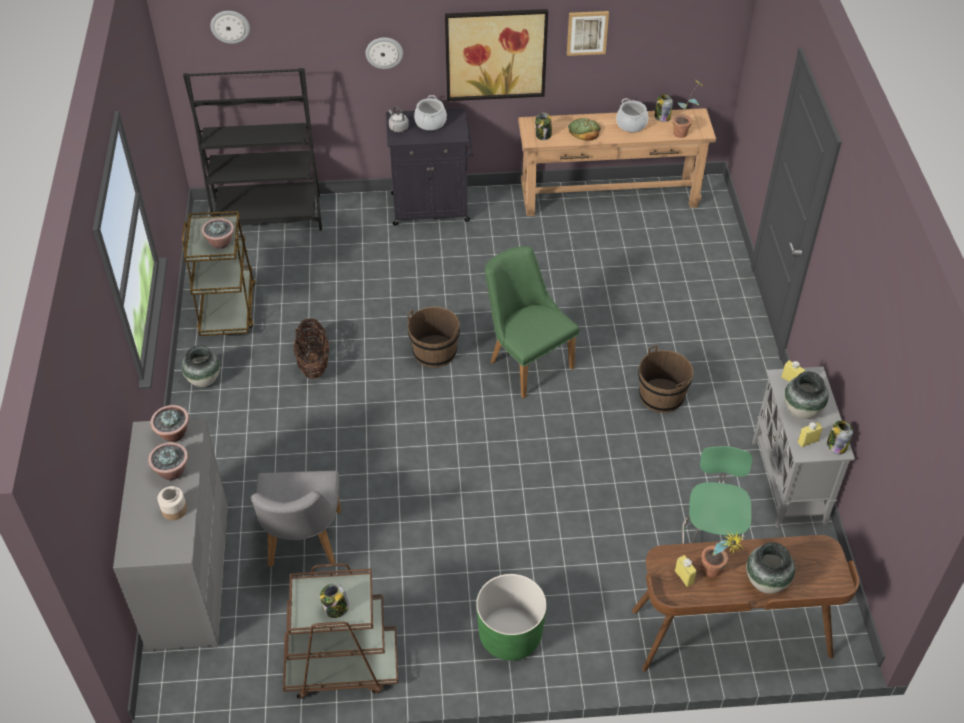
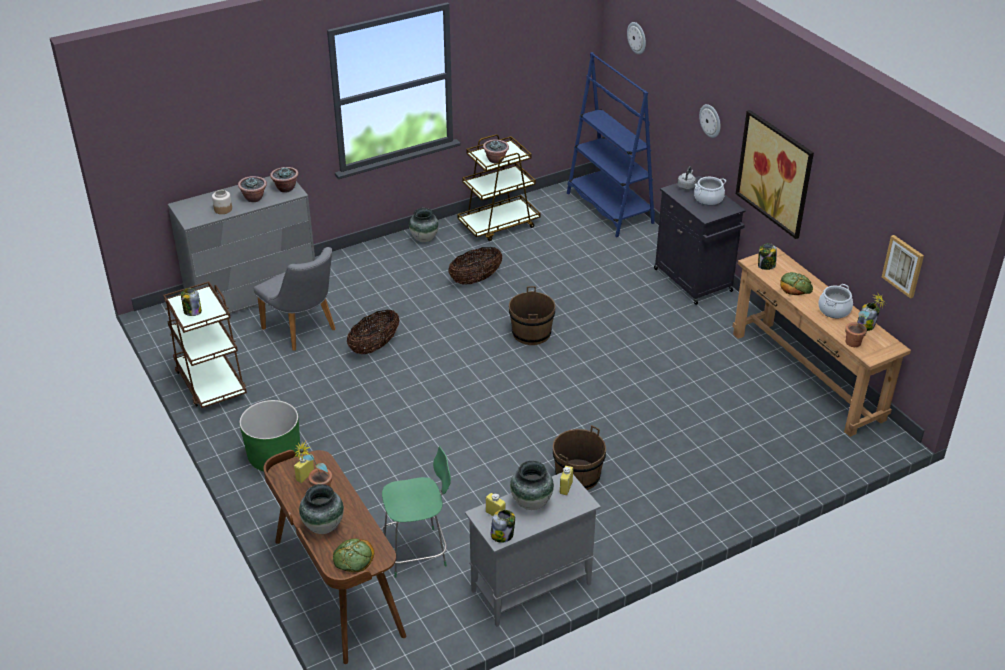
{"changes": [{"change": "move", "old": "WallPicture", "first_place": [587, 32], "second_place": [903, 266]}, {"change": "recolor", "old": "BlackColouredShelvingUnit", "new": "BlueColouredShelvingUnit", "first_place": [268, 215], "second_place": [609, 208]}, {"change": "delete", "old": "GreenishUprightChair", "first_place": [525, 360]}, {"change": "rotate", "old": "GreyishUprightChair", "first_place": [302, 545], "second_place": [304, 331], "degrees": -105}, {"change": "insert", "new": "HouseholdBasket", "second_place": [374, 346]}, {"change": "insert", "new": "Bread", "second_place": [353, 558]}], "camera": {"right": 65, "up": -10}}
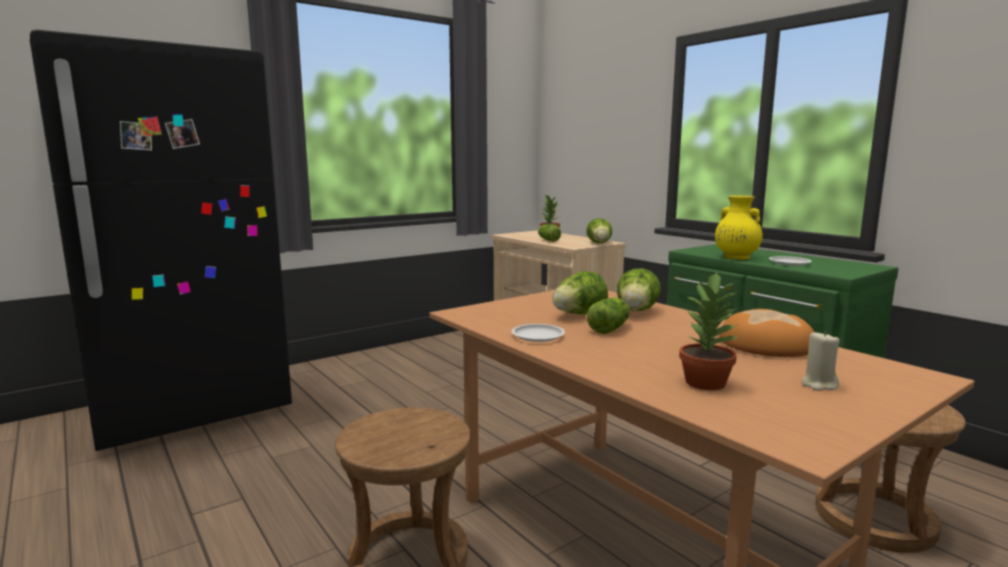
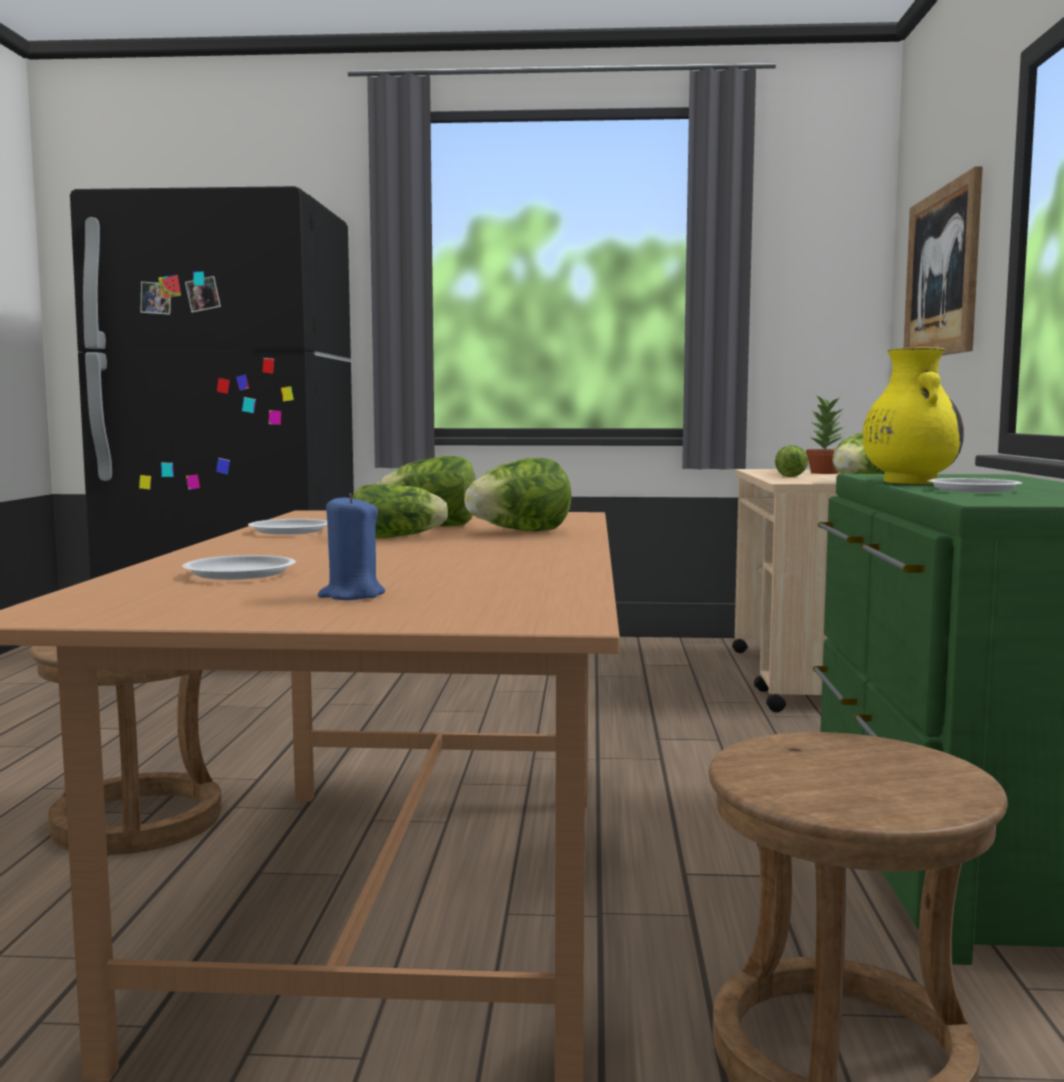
{"changes": [{"change": "replace", "old": "Houseplant", "new": "WhiteColouredDinnerPlate", "first_place": [706, 383], "second_place": [241, 574]}, {"change": "delete", "old": "Bread", "first_place": [765, 344]}, {"change": "recolor", "old": "BeigeWaxLight", "new": "BlueColouredWaxLight", "first_place": [819, 385], "second_place": [351, 596]}, {"change": "insert", "new": "WallPicture", "second_place": [942, 273]}], "camera": {"right": 40, "up": -5}}
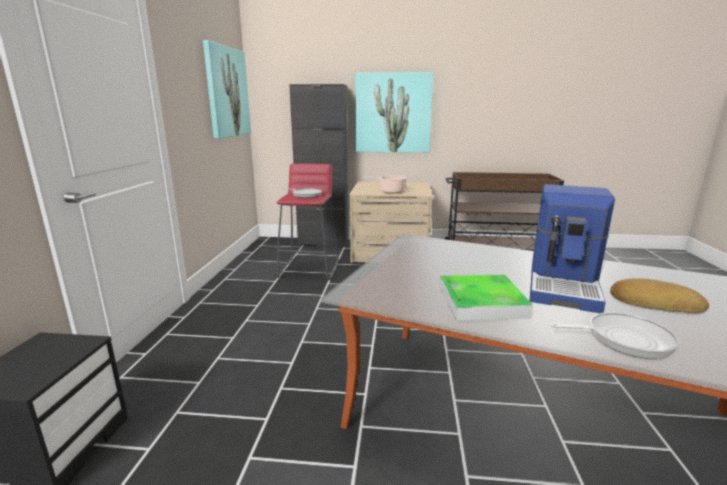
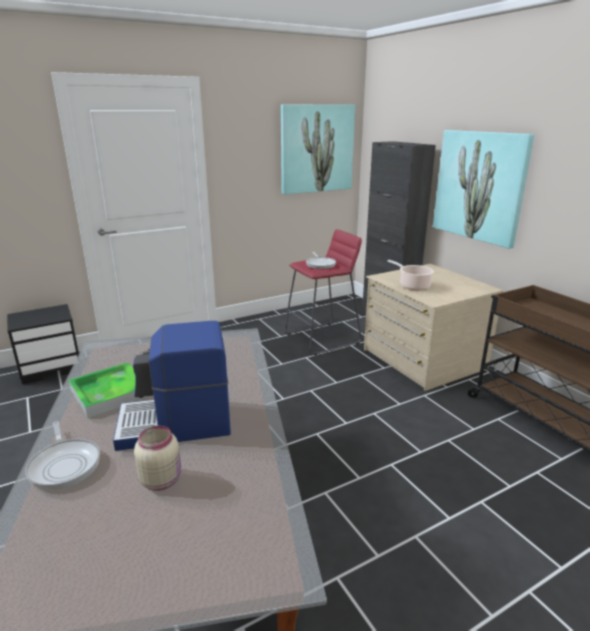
{"changes": [{"change": "replace", "old": "Bread", "new": "BeigePreserveJar", "first_place": [654, 302], "second_place": [162, 479]}], "camera": {"right": 55, "up": 5}}
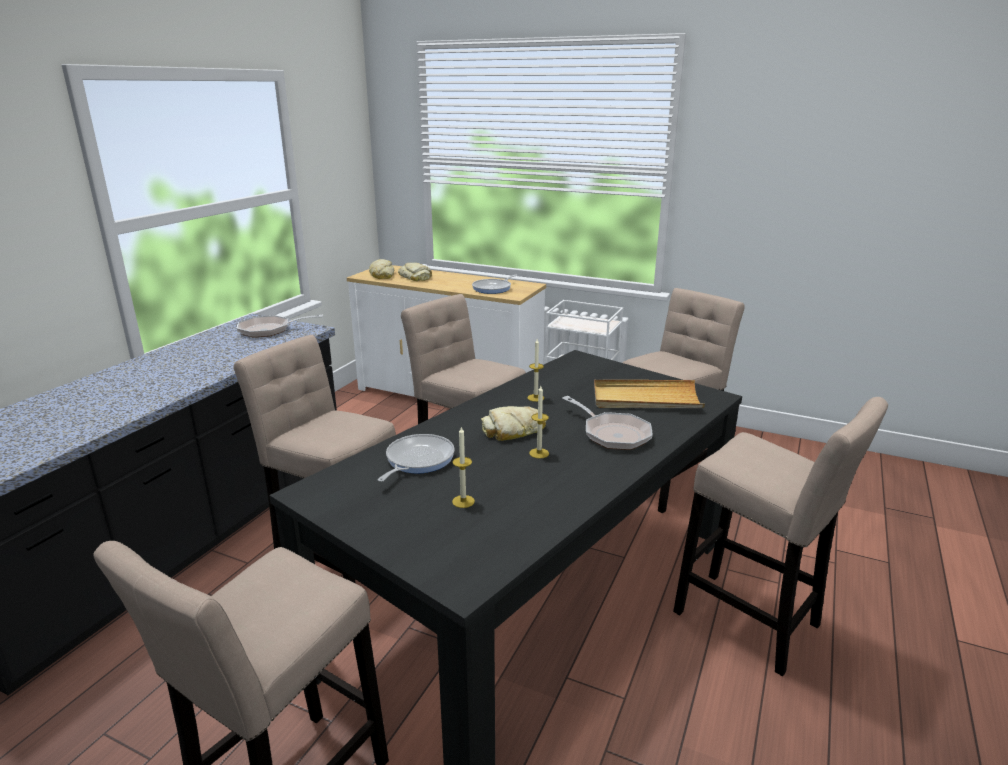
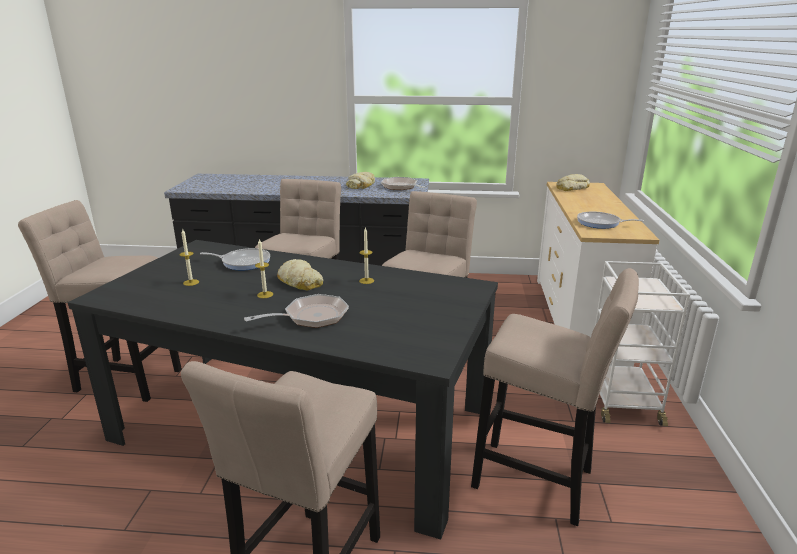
{"changes": [{"change": "move", "old": "Bread", "first_place": [415, 277], "second_place": [362, 185]}, {"change": "delete", "old": "BeigeTray", "first_place": [645, 399]}, {"change": "rotate", "old": "Pan", "first_place": [612, 434], "second_place": [311, 317], "degrees": -150}], "camera": {"right": 70, "up": 0}}
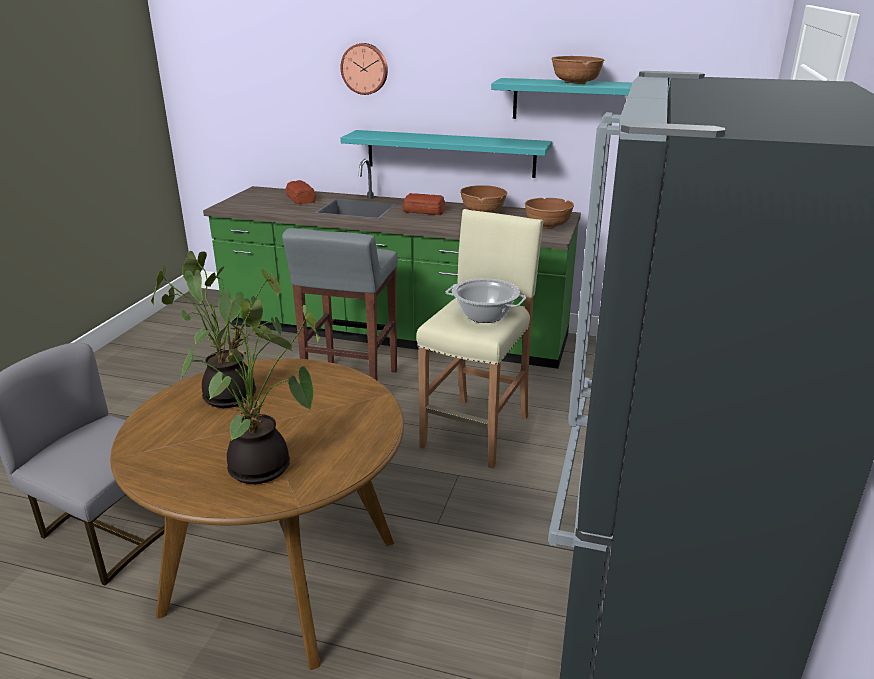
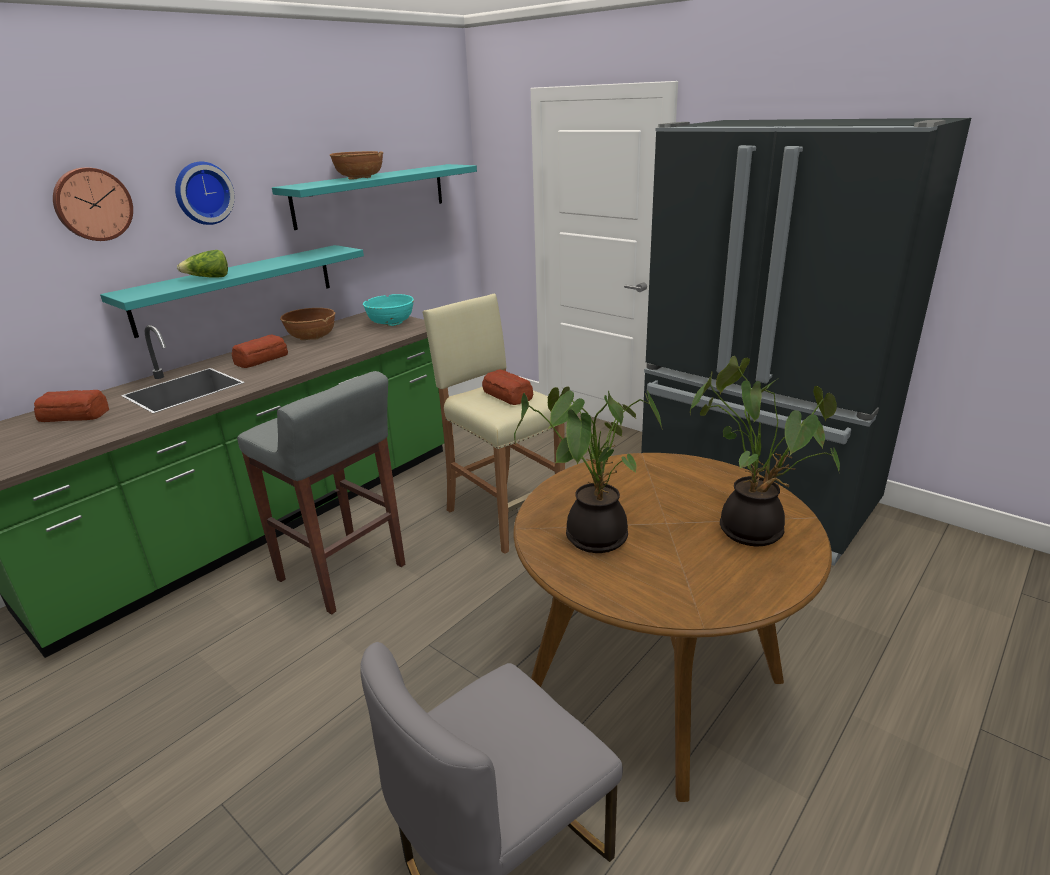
{"changes": [{"change": "recolor", "old": "BrownColouredServingBowl", "new": "BlueGreenServingBowl", "first_place": [547, 225], "second_place": [391, 323]}, {"change": "replace", "old": "Stockpot", "new": "Bread", "first_place": [484, 315], "second_place": [507, 395]}, {"change": "insert", "new": "ClockOnTheWall", "second_place": [203, 193]}, {"change": "insert", "new": "Lettuce", "second_place": [208, 278]}], "camera": {"right": -65, "up": 0}}
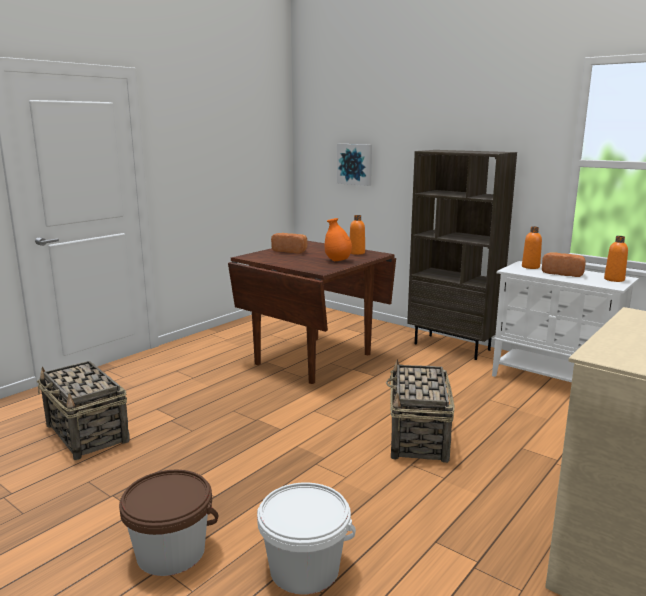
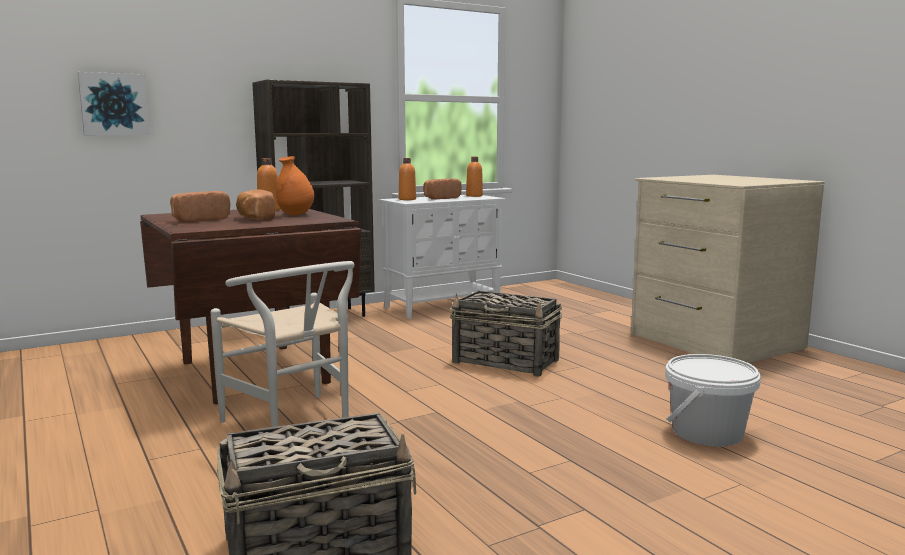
{"changes": [{"change": "delete", "old": "BrownColouredBucket", "first_place": [171, 552]}, {"change": "insert", "new": "Bread", "second_place": [254, 219]}, {"change": "insert", "new": "WhiteColouredUprightChair", "second_place": [295, 423]}], "camera": {"right": -70, "up": -5}}
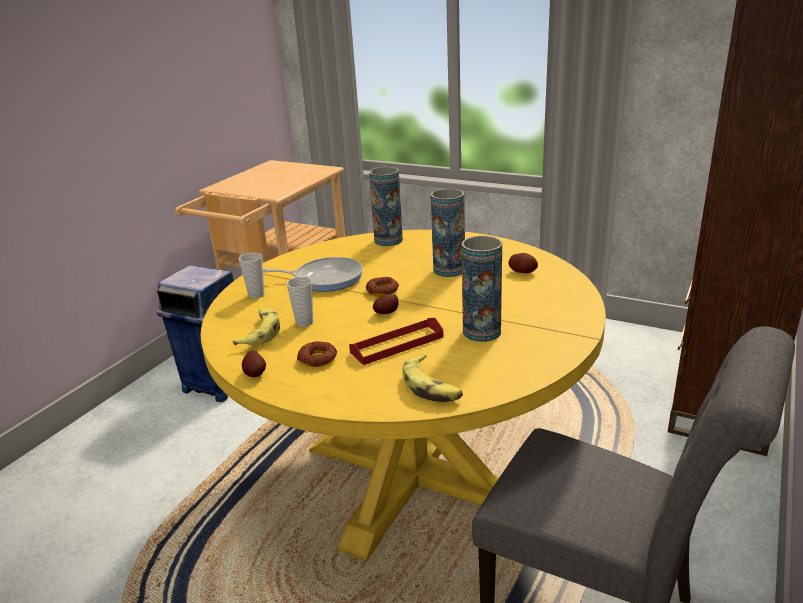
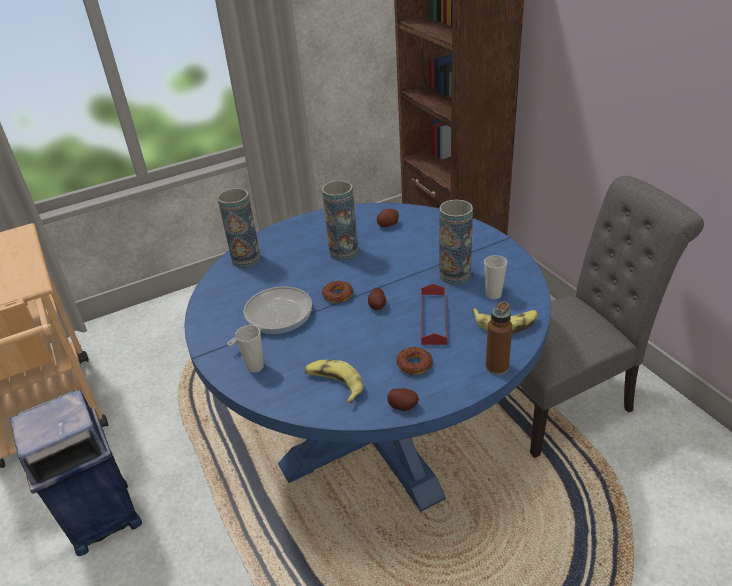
{"changes": [{"change": "recolor", "old": "YellowDiningTable", "new": "BlueColouredDiningTable", "first_place": [411, 474], "second_place": [377, 431]}, {"change": "move", "old": "DrinkingCup", "first_place": [304, 322], "second_place": [493, 294]}, {"change": "insert", "new": "BrownColouredBeverageBottle", "second_place": [497, 367]}], "camera": {"right": -55, "up": 10}}
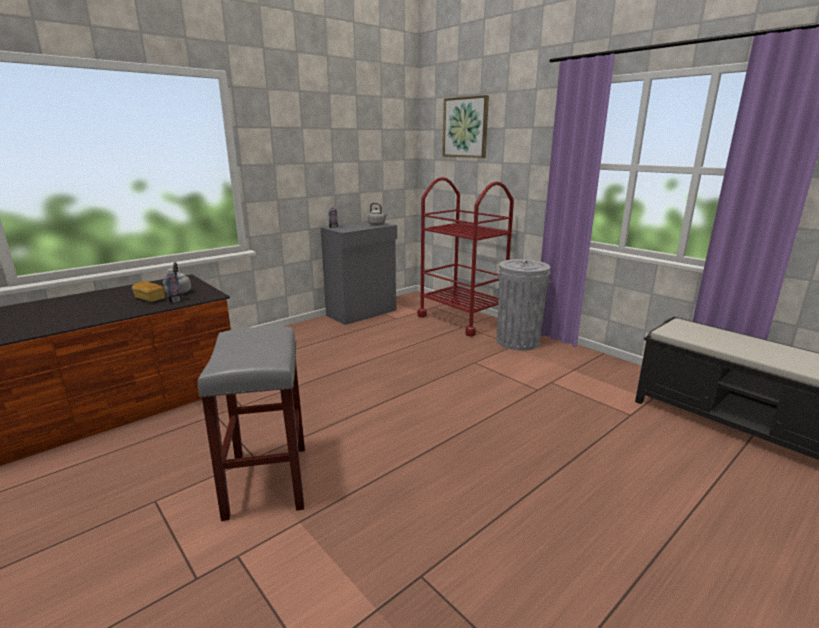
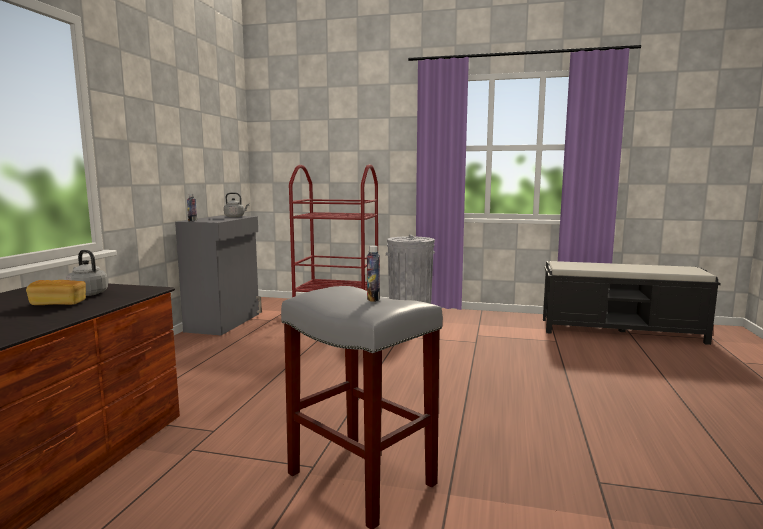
{"changes": [{"change": "delete", "old": "WallPicture", "first_place": [465, 127]}, {"change": "move", "old": "BeverageBottle", "first_place": [175, 301], "second_place": [373, 299]}], "camera": {"right": -35, "up": -10}}
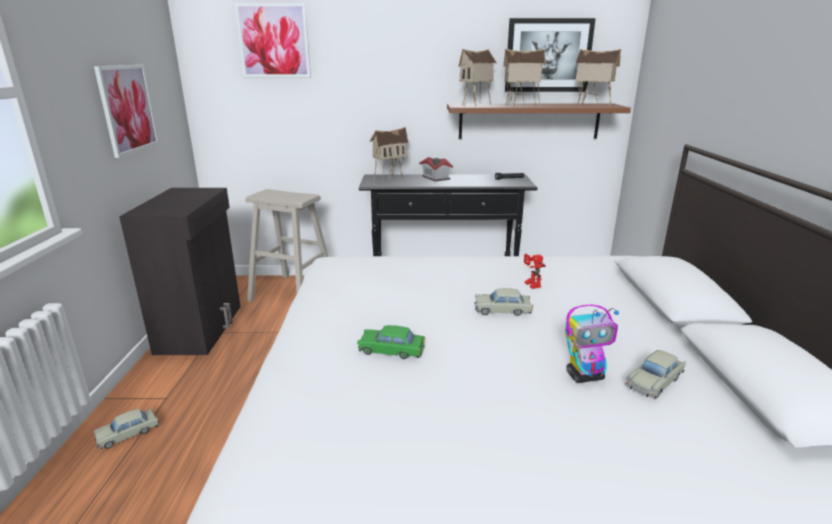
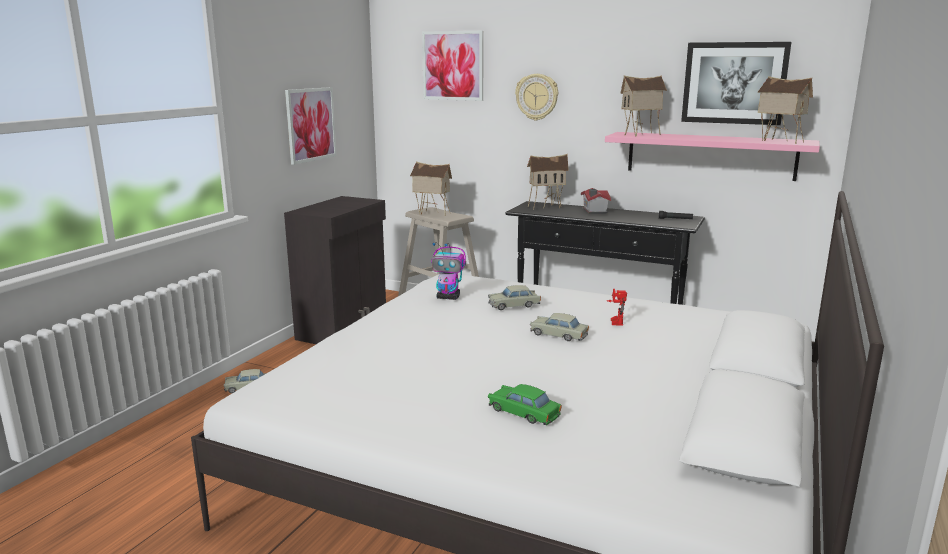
{"changes": [{"change": "move", "old": "ModelHouse", "first_place": [521, 105], "second_place": [431, 213]}, {"change": "recolor", "old": "BrownColouredWallShelf", "new": "PinkColouredWallShelf", "first_place": [529, 121], "second_place": [710, 155]}, {"change": "move", "old": "RobotFigure", "first_place": [585, 376], "second_place": [448, 297]}, {"change": "move", "old": "GreenishToyCar", "first_place": [391, 350], "second_place": [523, 413]}, {"change": "move", "old": "BeigeToyCar", "first_place": [654, 382], "second_place": [514, 305]}, {"change": "insert", "new": "ClockOnTheWall", "second_place": [537, 97]}], "camera": {"right": 25, "up": -5}}
